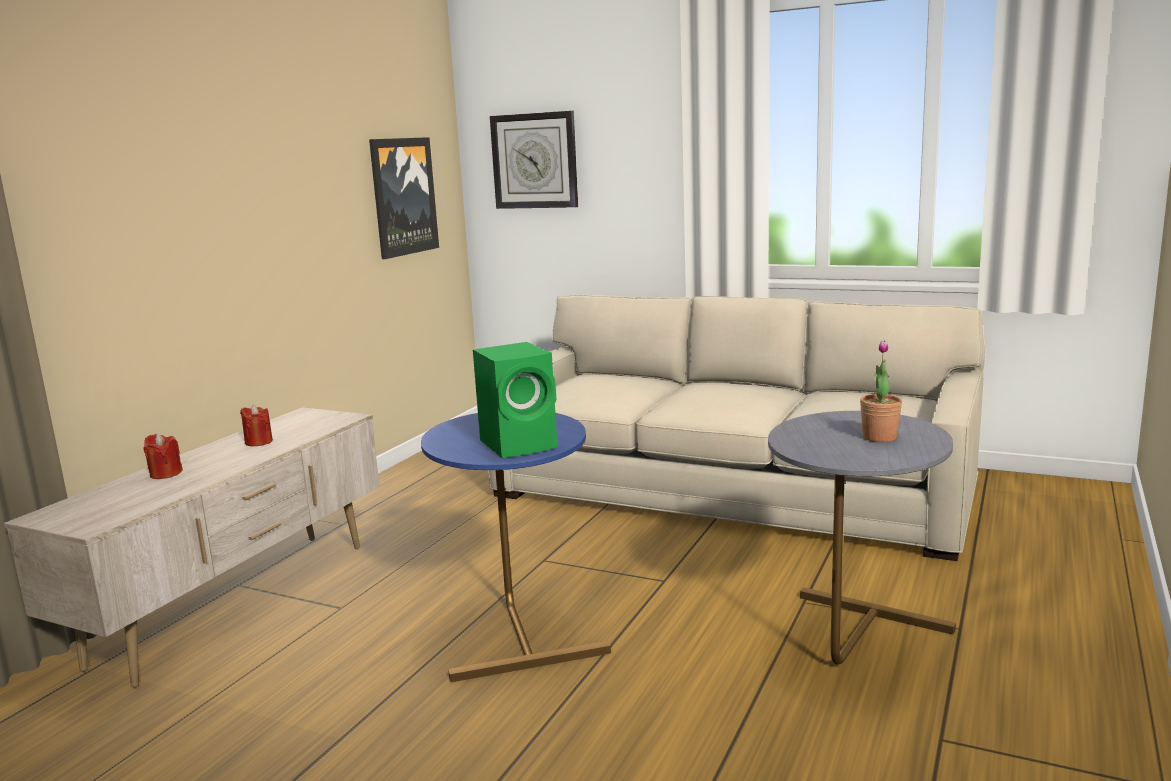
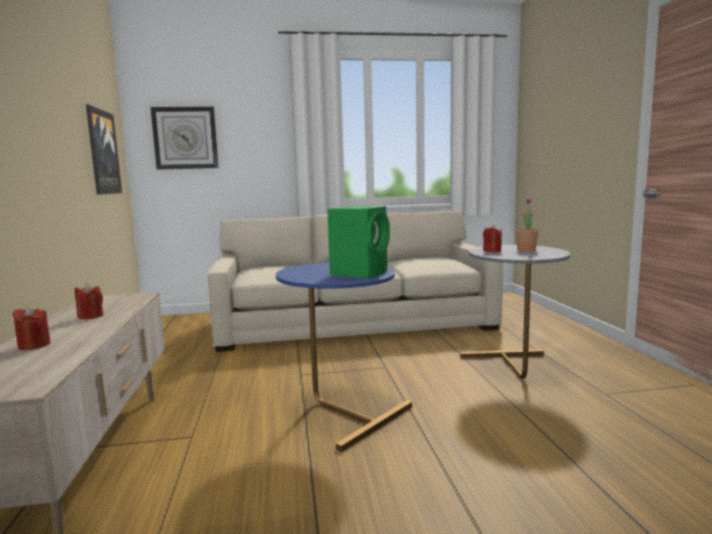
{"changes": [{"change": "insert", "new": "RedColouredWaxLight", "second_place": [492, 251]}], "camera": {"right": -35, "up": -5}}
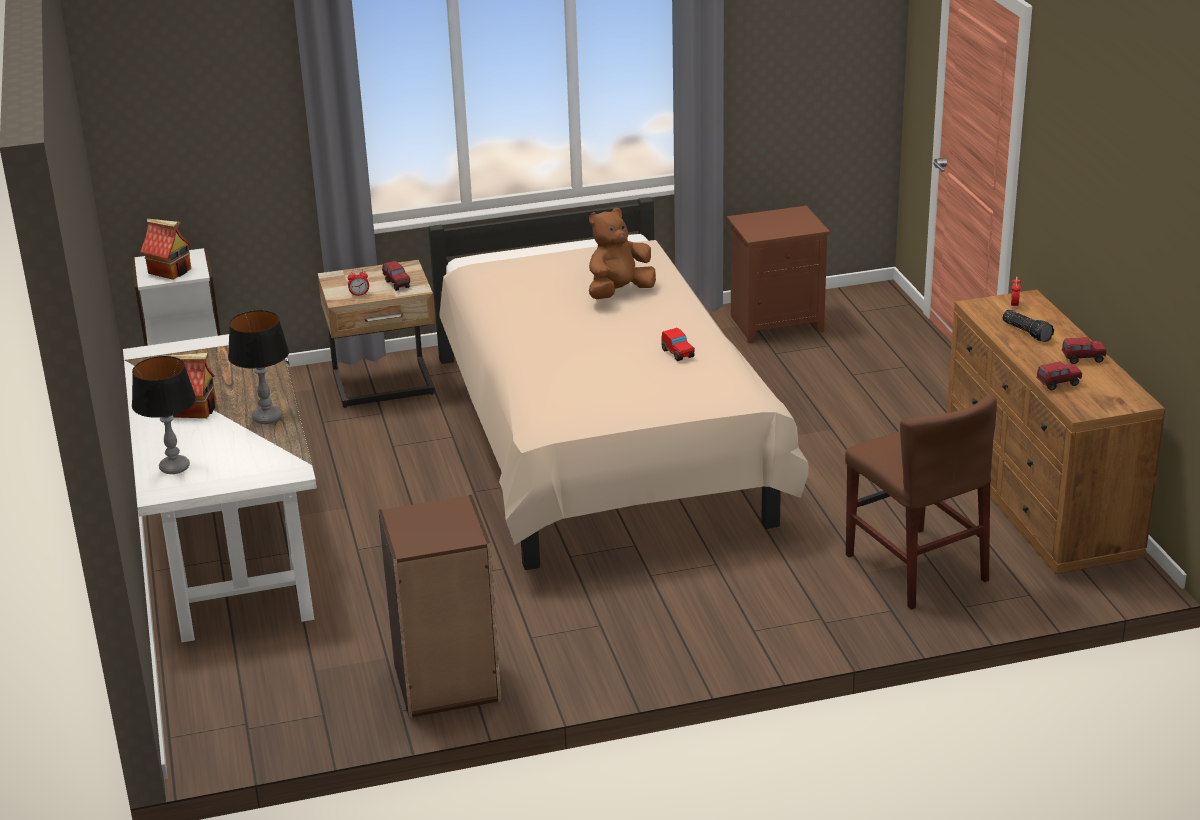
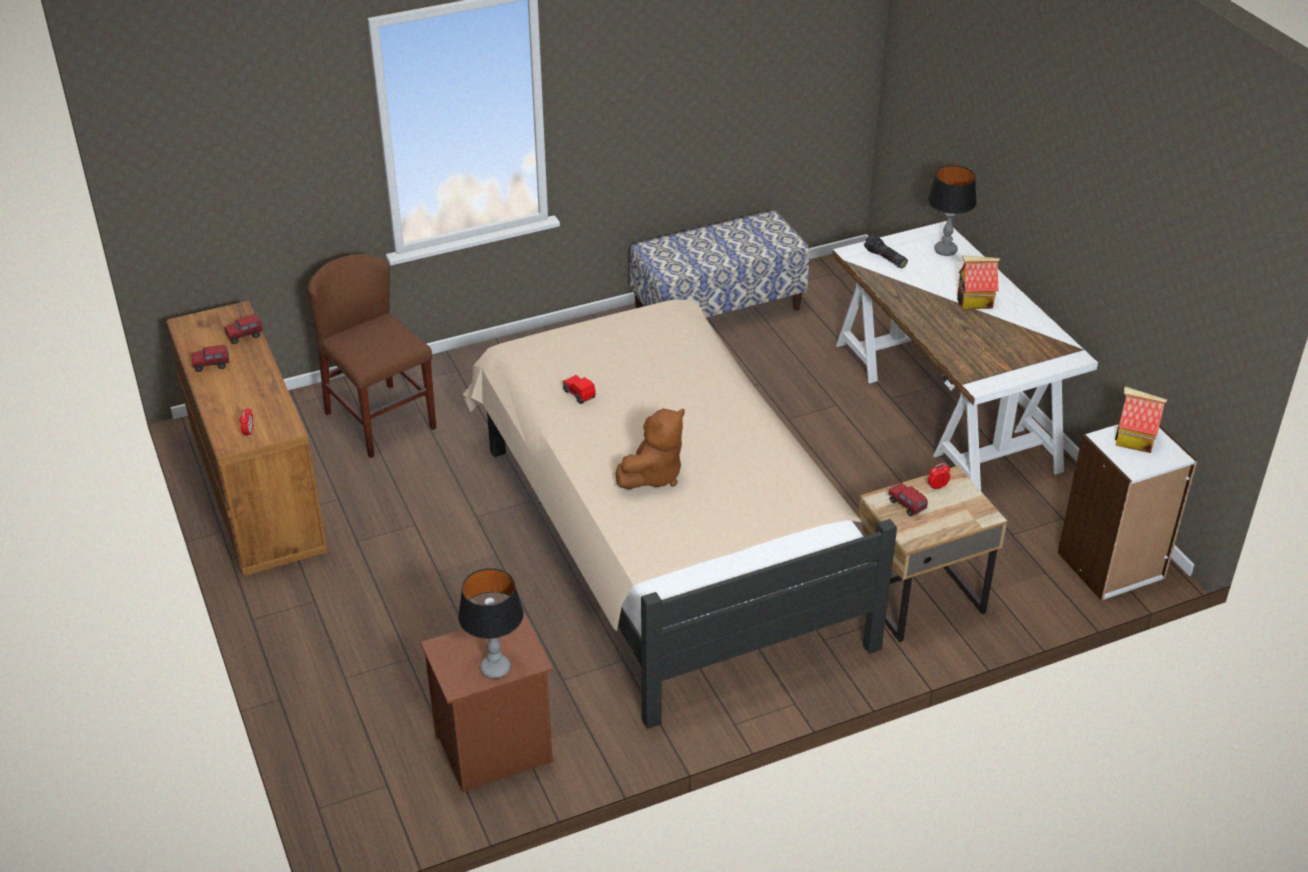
{"changes": [{"change": "move", "old": "TableLamp", "first_place": [267, 418], "second_place": [495, 669]}, {"change": "move", "old": "HandTorch", "first_place": [1027, 332], "second_place": [884, 258]}, {"change": "replace", "old": "BrownColouredShelvingUnit", "new": "IndoorBench", "first_place": [447, 683], "second_place": [718, 309]}], "camera": {"right": 170, "up": 10}}
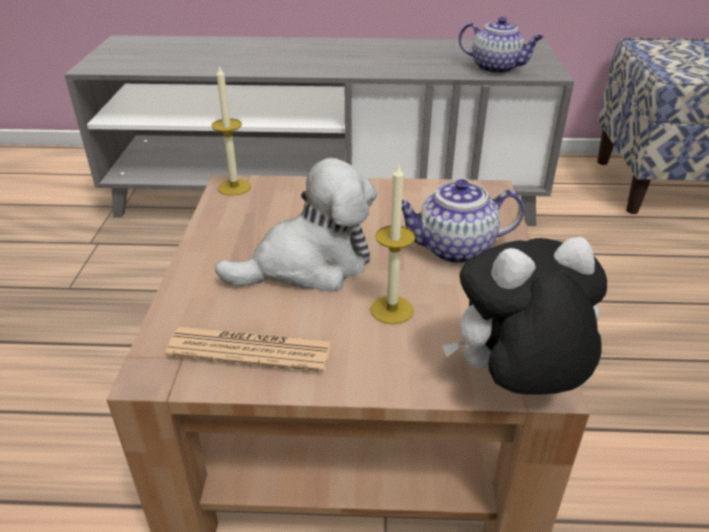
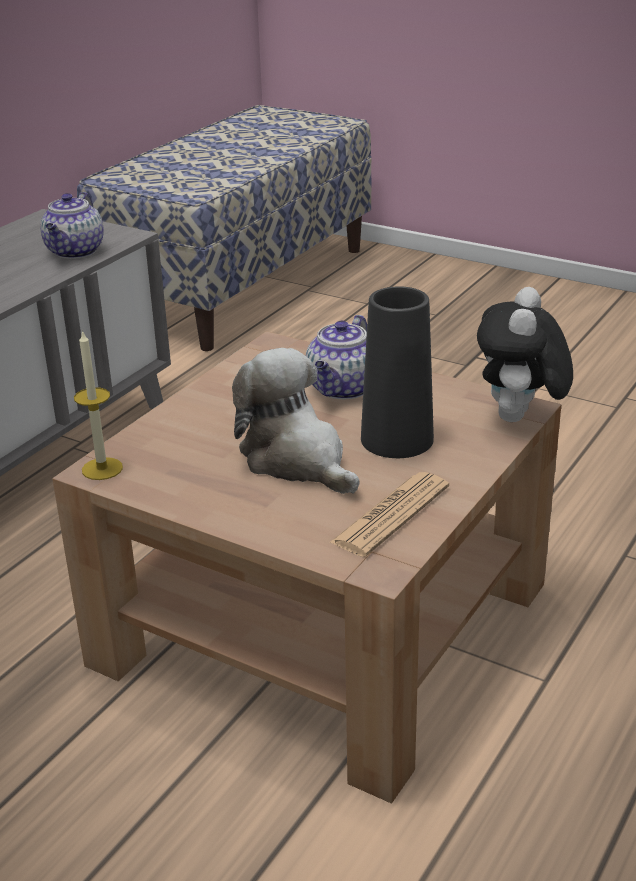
{"changes": [{"change": "rotate", "old": "Teapot", "first_place": [497, 68], "second_place": [75, 252], "degrees": 135}, {"change": "rotate", "old": "SoftToy", "first_place": [309, 265], "second_place": [297, 460], "degrees": -45}, {"change": "replace", "old": "WaxLight", "new": "BlackColouredDecorativeVase", "first_place": [392, 310], "second_place": [397, 439]}], "camera": {"right": -60, "up": -5}}
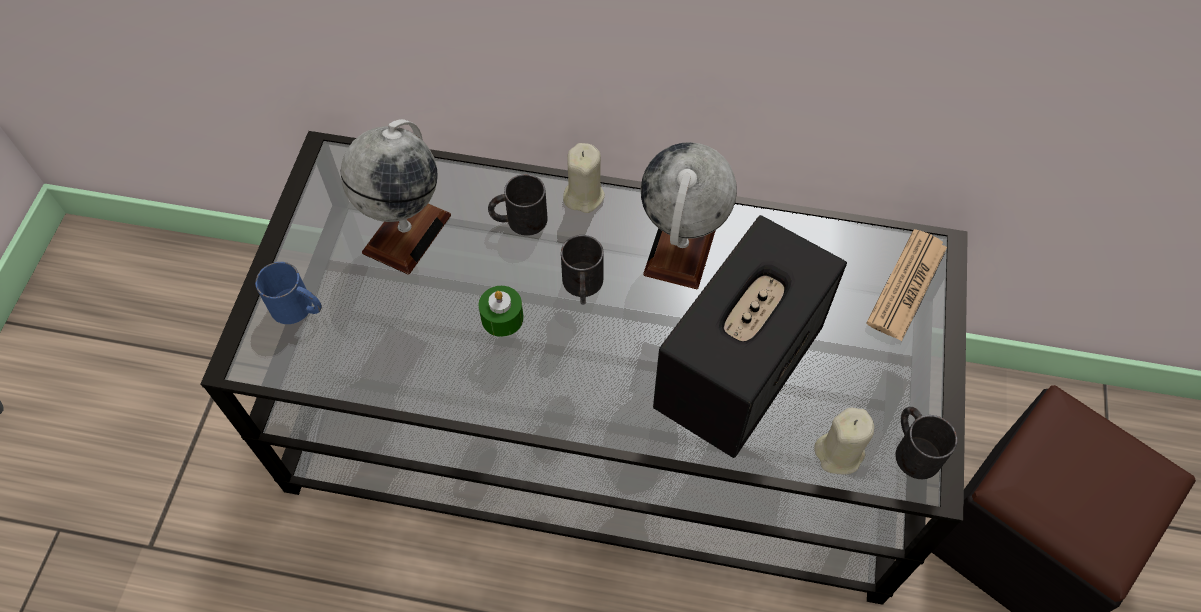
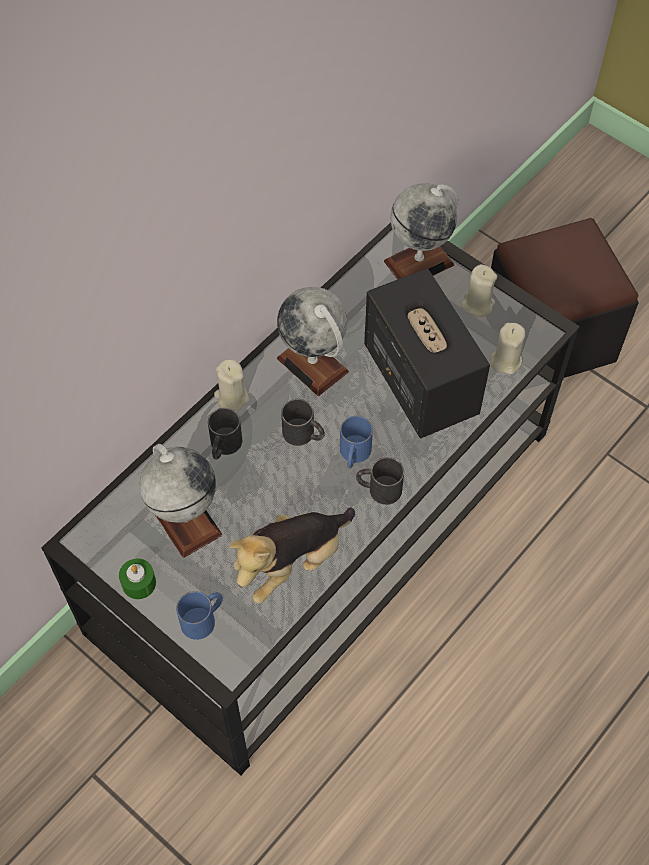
{"changes": [{"change": "replace", "old": "DailyPaper", "new": "Globe", "first_place": [907, 285], "second_place": [419, 262]}, {"change": "move", "old": "GreenishWaxLight", "first_place": [502, 318], "second_place": [139, 583]}, {"change": "move", "old": "BlackColouredMug", "first_place": [913, 449], "second_place": [378, 489]}, {"change": "insert", "new": "BeigeWaxLight", "second_place": [477, 304]}, {"change": "insert", "new": "BlueColouredMug", "second_place": [354, 454]}, {"change": "insert", "new": "SoftToy", "second_place": [292, 562]}], "camera": {"right": -60, "up": 0}}
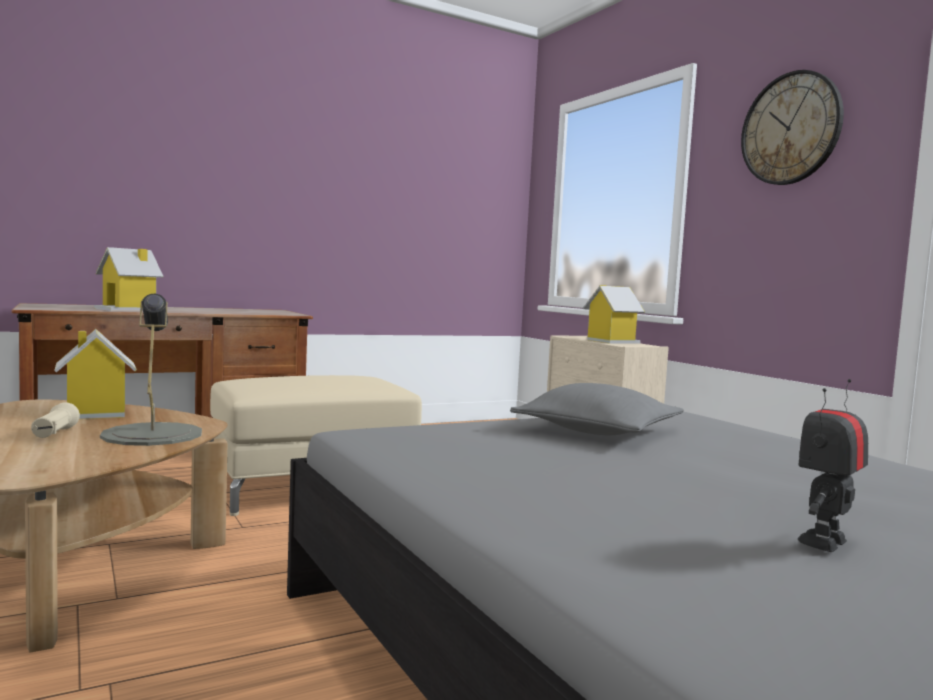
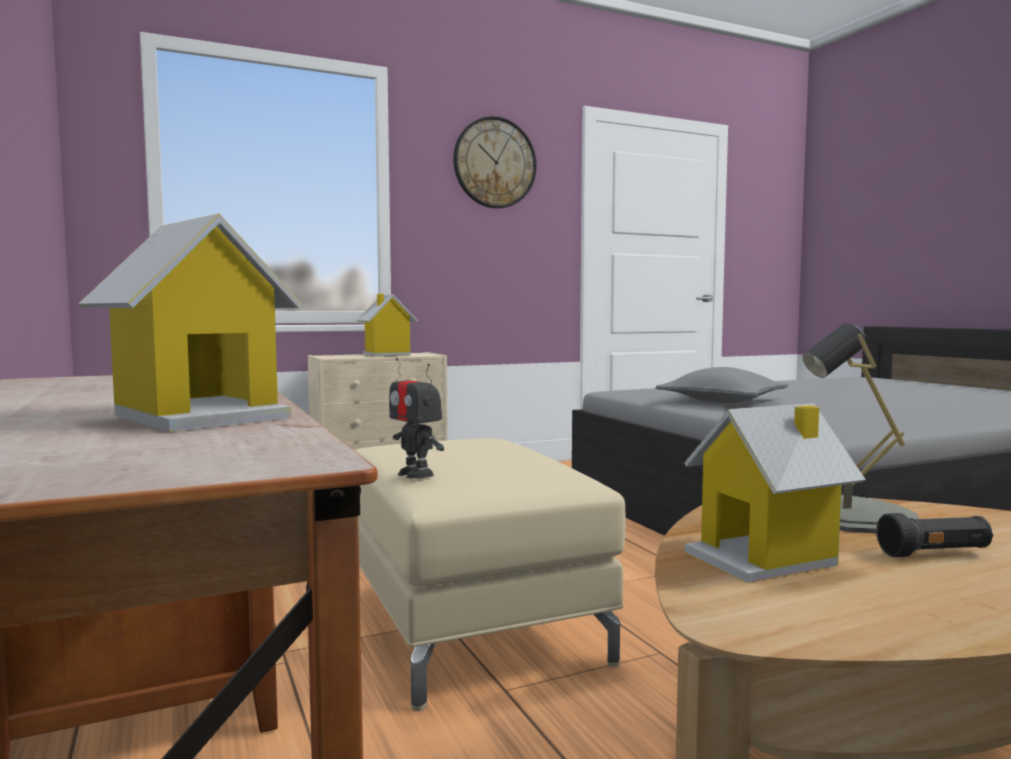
{"changes": [{"change": "move", "old": "RobotFigure", "first_place": [824, 542], "second_place": [416, 474]}, {"change": "recolor", "old": "BeigeHandTorch", "new": "BlackColouredHandTorch", "first_place": [54, 434], "second_place": [935, 554]}], "camera": {"right": -85, "up": 0}}
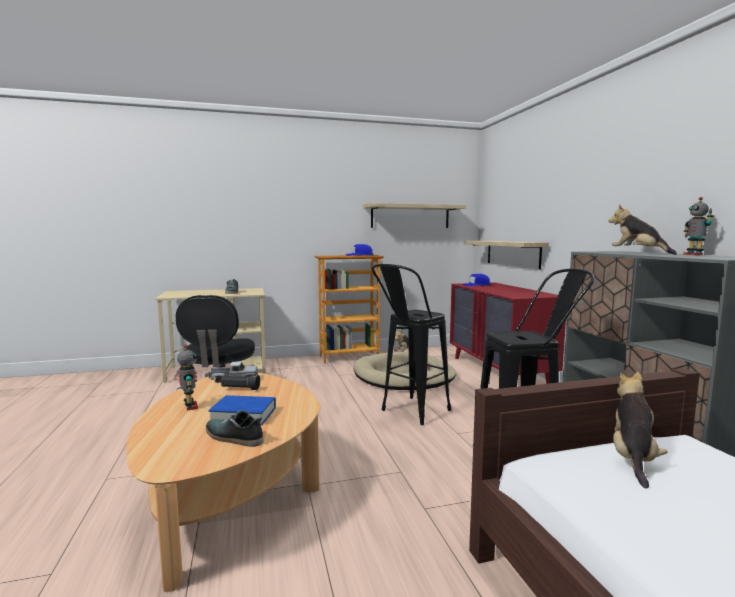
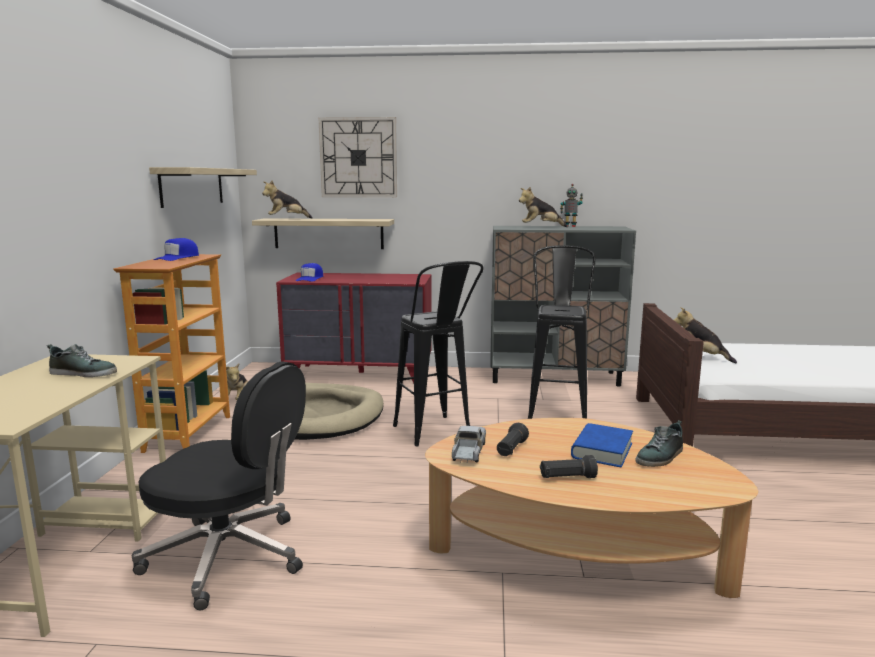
{"changes": [{"change": "replace", "old": "RobotFigure", "new": "BlackColouredHandTorch", "first_place": [190, 407], "second_place": [567, 478]}, {"change": "insert", "new": "ClockOnTheWall", "second_place": [358, 158]}, {"change": "insert", "new": "SoftToy", "second_place": [286, 219]}], "camera": {"right": -70, "up": 5}}
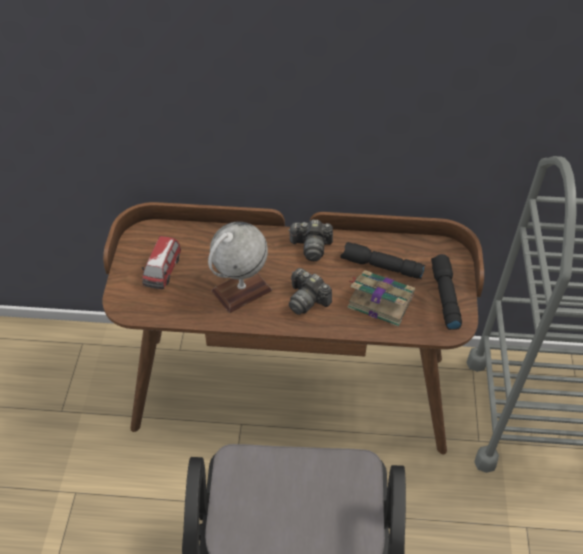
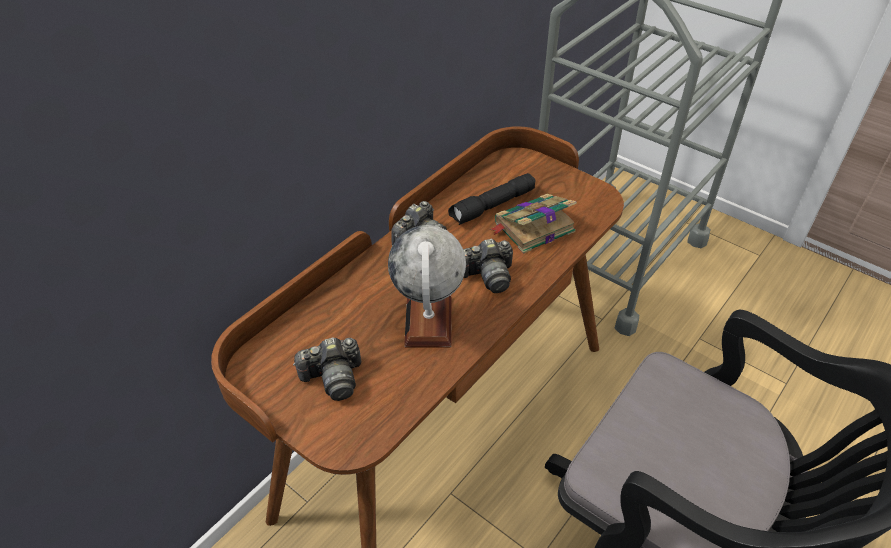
{"changes": [{"change": "replace", "old": "ToyCar", "new": "PhotoCamera", "first_place": [163, 271], "second_place": [333, 378]}, {"change": "delete", "old": "BlackColouredHandTorch", "first_place": [444, 296]}], "camera": {"right": -55, "up": -5}}
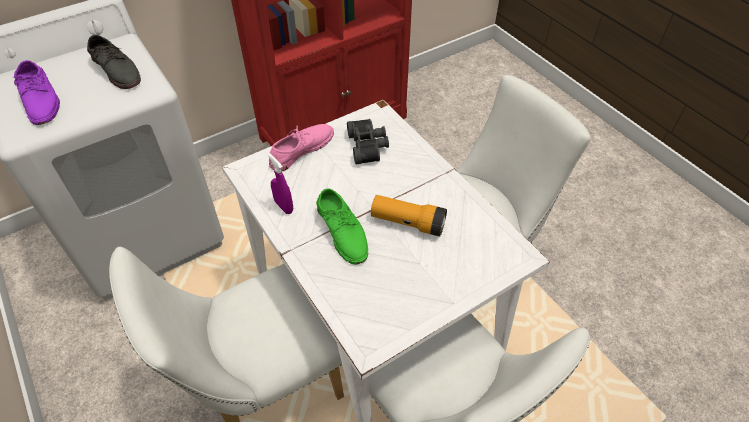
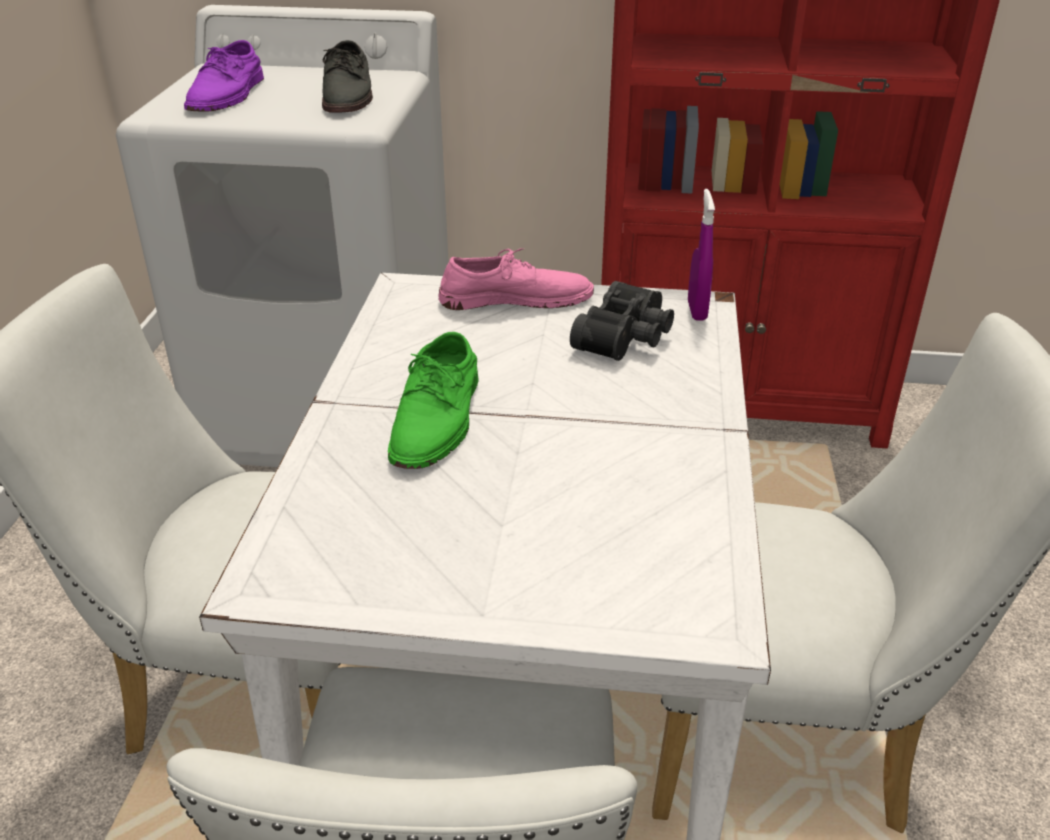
{"changes": [{"change": "move", "old": "PurpleSprayBottle", "first_place": [284, 206], "second_place": [697, 311]}, {"change": "delete", "old": "HandTorch", "first_place": [408, 223]}], "camera": {"right": 40, "up": -15}}
